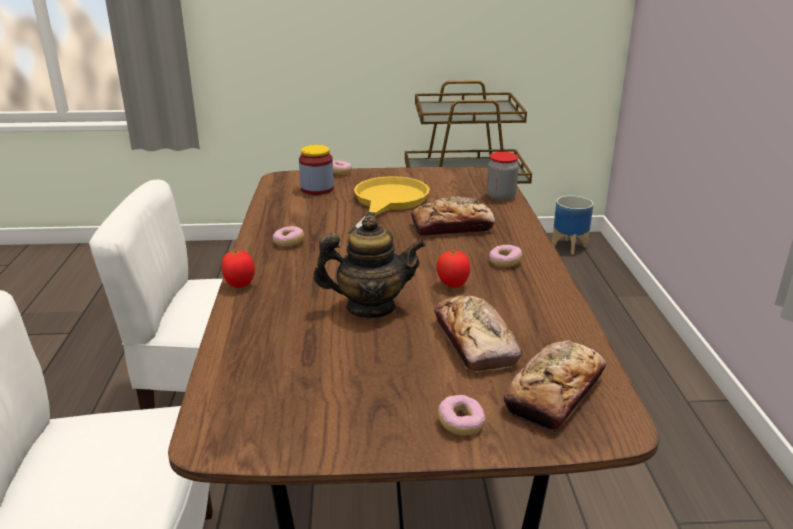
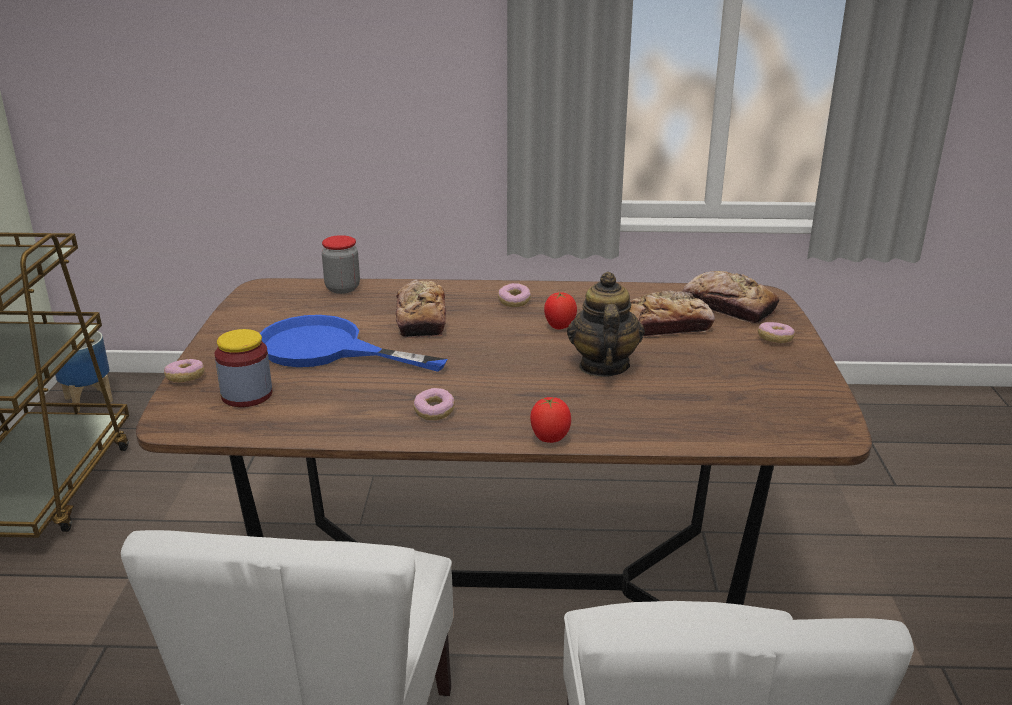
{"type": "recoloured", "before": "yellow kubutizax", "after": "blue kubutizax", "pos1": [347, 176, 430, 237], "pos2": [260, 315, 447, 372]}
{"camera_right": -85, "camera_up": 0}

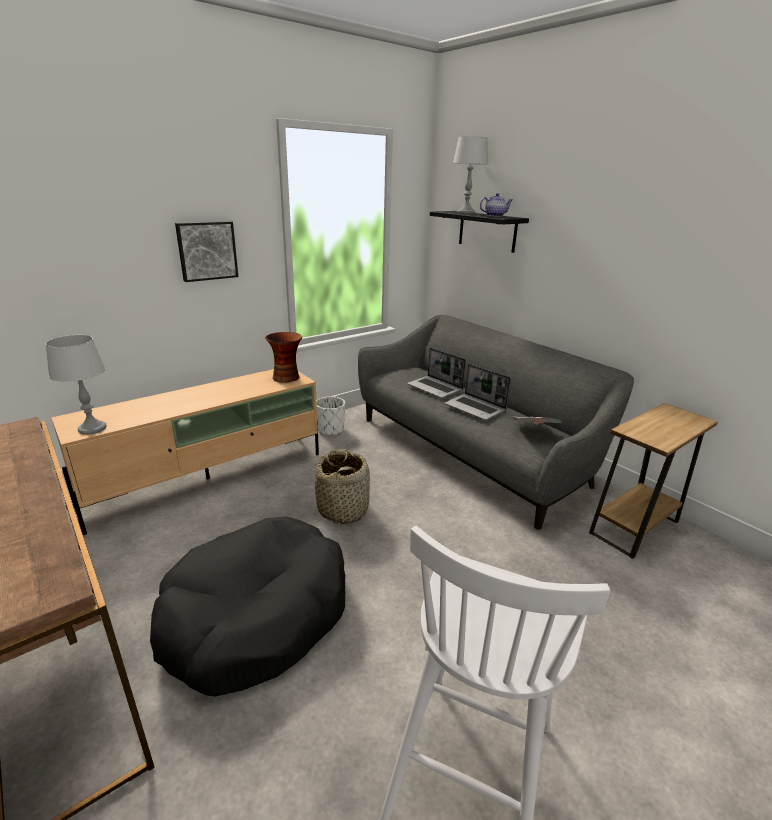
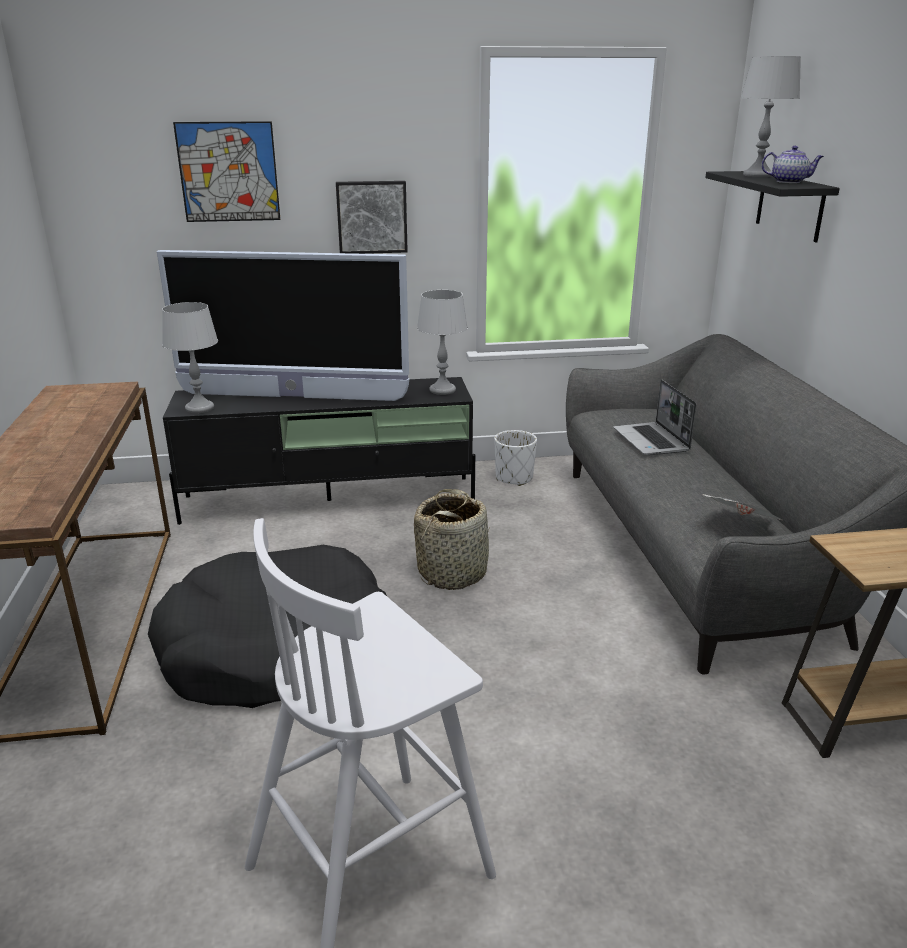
{"type": "added", "after": "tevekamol", "pos2": [157, 250, 409, 401]}
{"type": "recoloured", "before": "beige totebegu", "after": "black totebegu", "pos1": [51, 369, 319, 535], "pos2": [163, 377, 475, 525]}
{"type": "added", "after": "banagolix", "pos2": [173, 121, 280, 222]}
{"type": "replaced", "before": "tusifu", "after": "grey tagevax", "pos1": [265, 332, 302, 383], "pos2": [417, 290, 468, 395]}
{"type": "removed", "before": "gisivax", "pos1": [445, 364, 511, 420]}
{"camera_right": 30, "camera_up": 0}

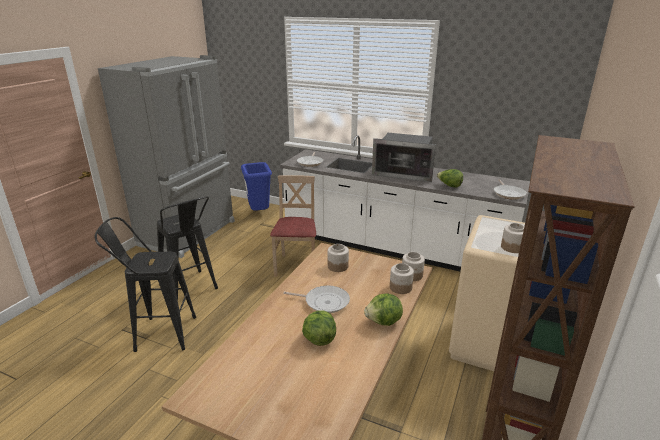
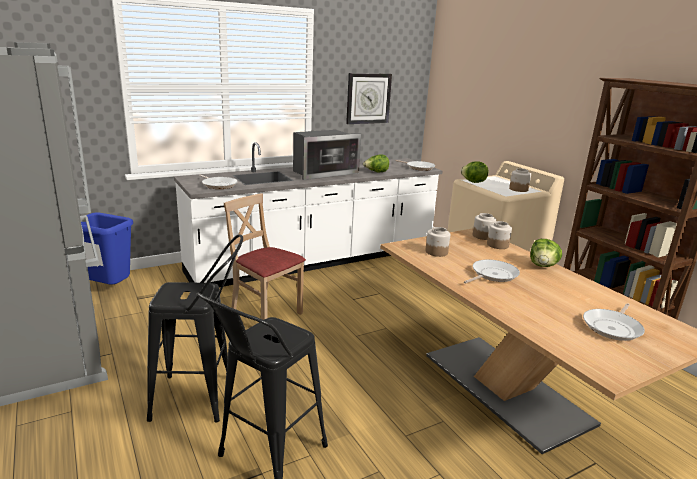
{"type": "added", "after": "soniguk", "pos2": [346, 73, 392, 124]}
{"type": "moved", "before": "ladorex", "pos1": [302, 311, 336, 346], "pos2": [461, 161, 489, 183]}
{"type": "added", "after": "kubutizax", "pos2": [583, 303, 645, 341]}
{"camera_right": -55, "camera_up": -5}

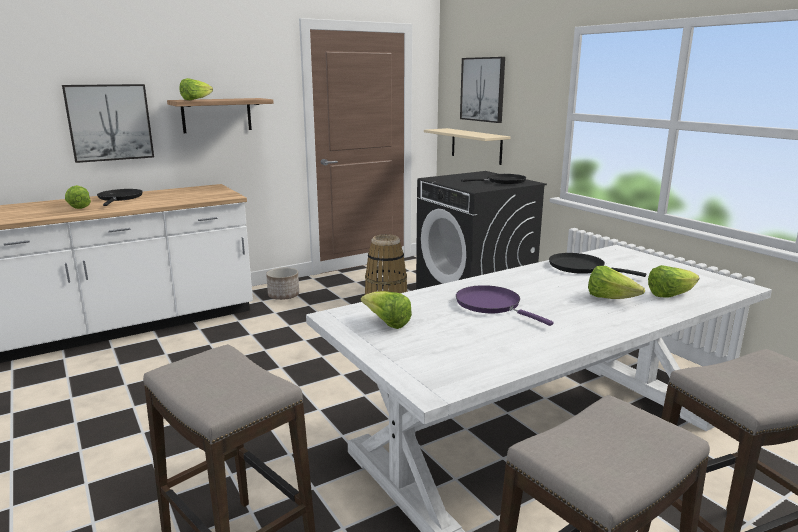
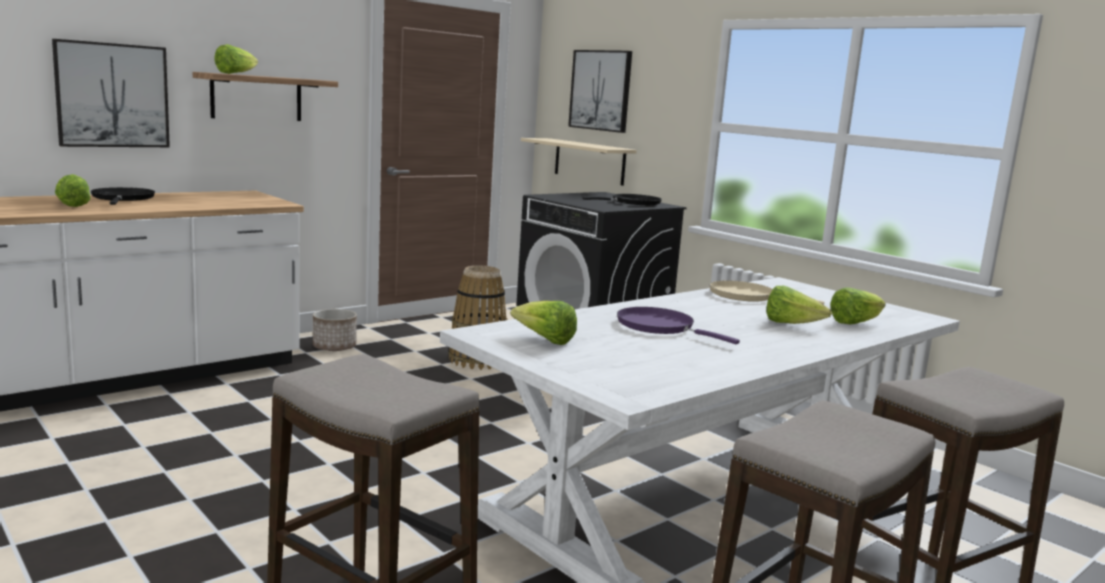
{"type": "recoloured", "before": "black kubutizax", "after": "beige kubutizax", "pos1": [549, 253, 646, 277], "pos2": [710, 281, 824, 305]}
{"camera_right": -10, "camera_up": -5}

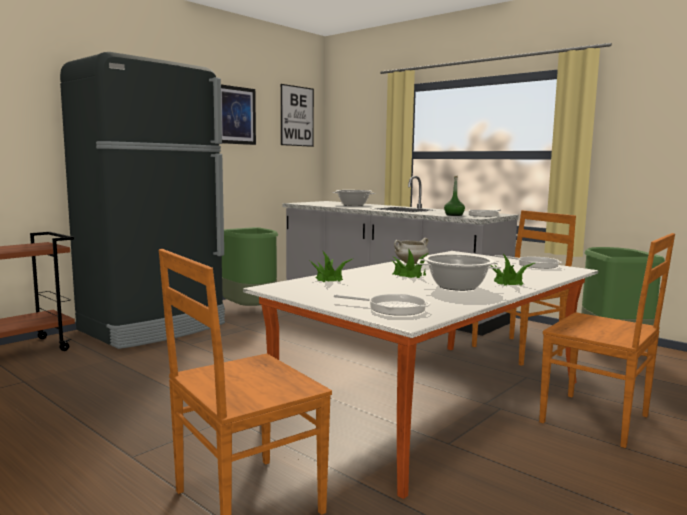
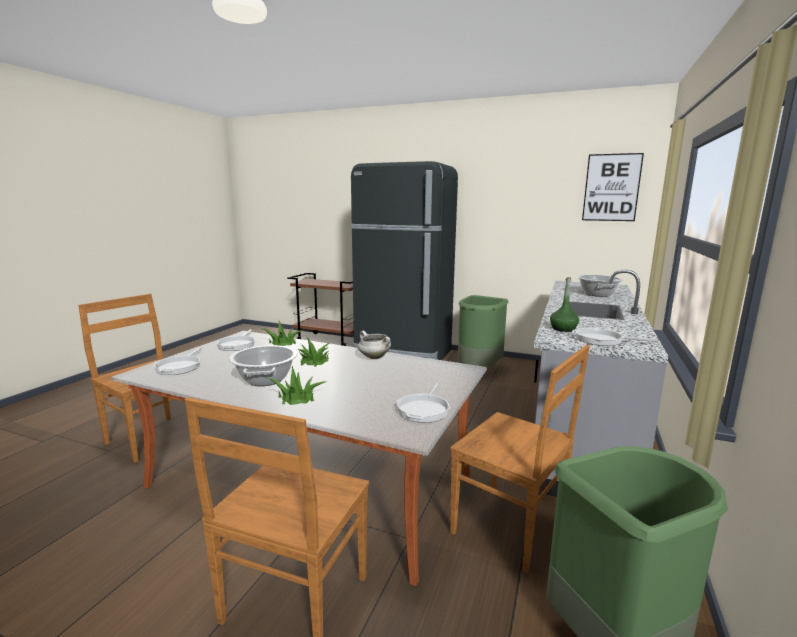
{"type": "added", "after": "kubutizax", "pos2": [217, 329, 255, 351]}
{"type": "removed", "before": "banagolix", "pos1": [221, 85, 256, 145]}
{"camera_right": 70, "camera_up": 5}

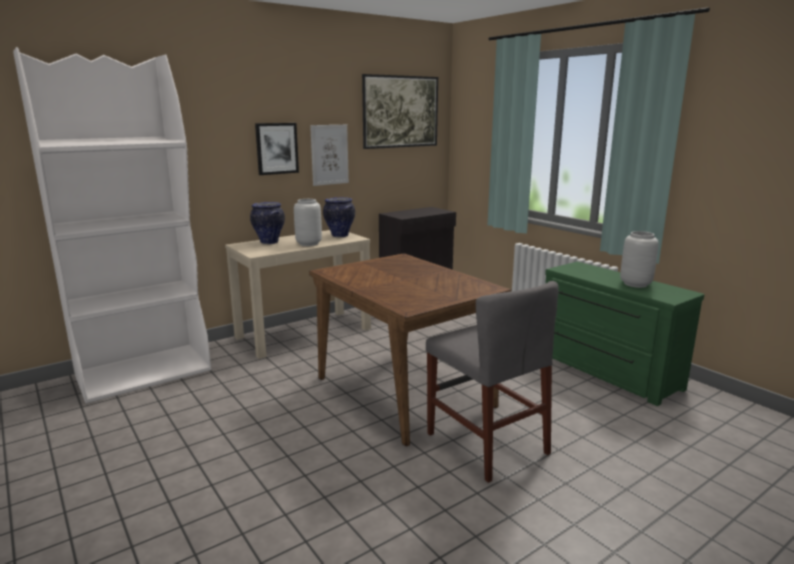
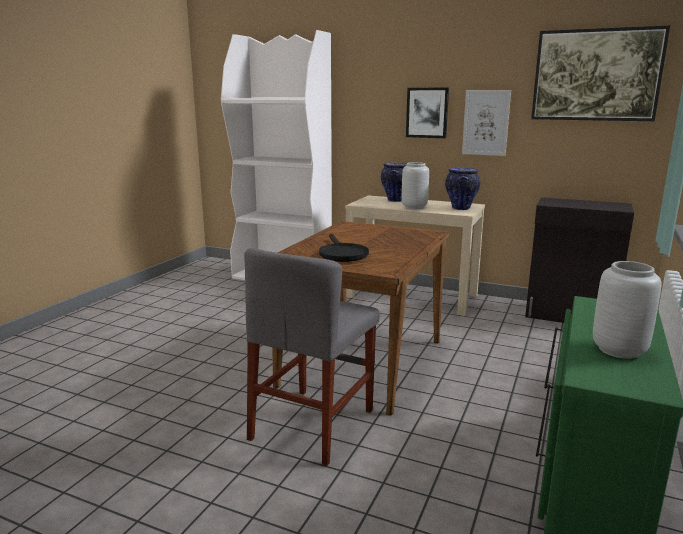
{"type": "added", "after": "black kubutizax", "pos2": [319, 234, 369, 262]}
{"camera_right": 60, "camera_up": 0}

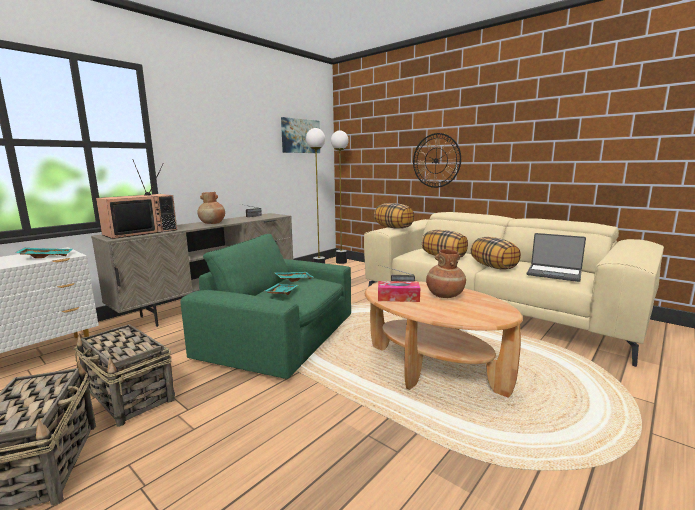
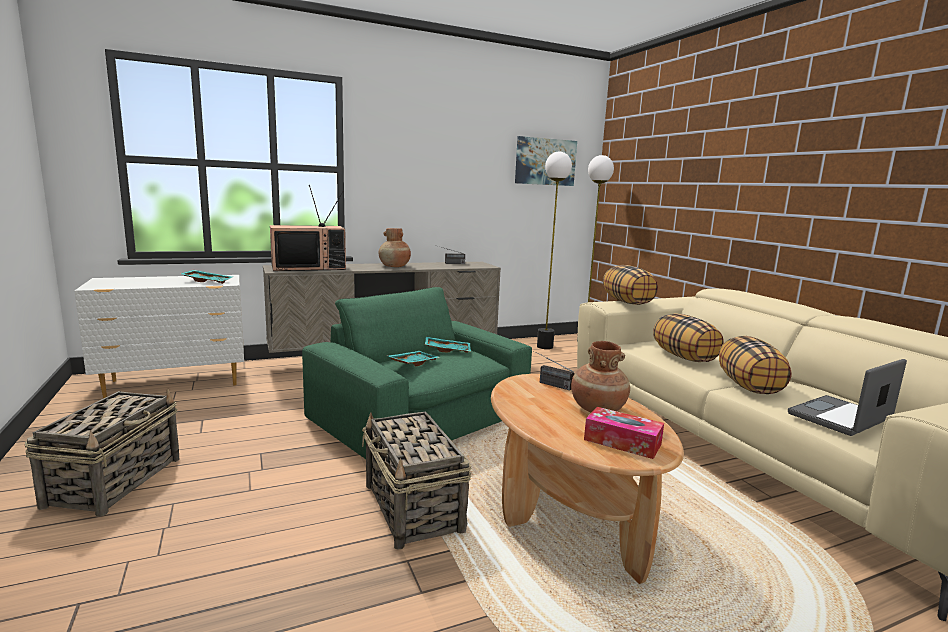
{"type": "moved", "before": "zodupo", "pos1": [74, 324, 175, 427], "pos2": [362, 412, 471, 550]}
{"type": "moved", "before": "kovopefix", "pos1": [378, 281, 420, 302], "pos2": [584, 407, 664, 459]}
{"type": "turned", "before": "gisivax", "pos1": [527, 233, 586, 282], "pos2": [788, 359, 907, 436], "turn": 90}
{"type": "removed", "before": "soniguk", "pos1": [413, 133, 461, 188]}
{"camera_right": 25, "camera_up": 0}

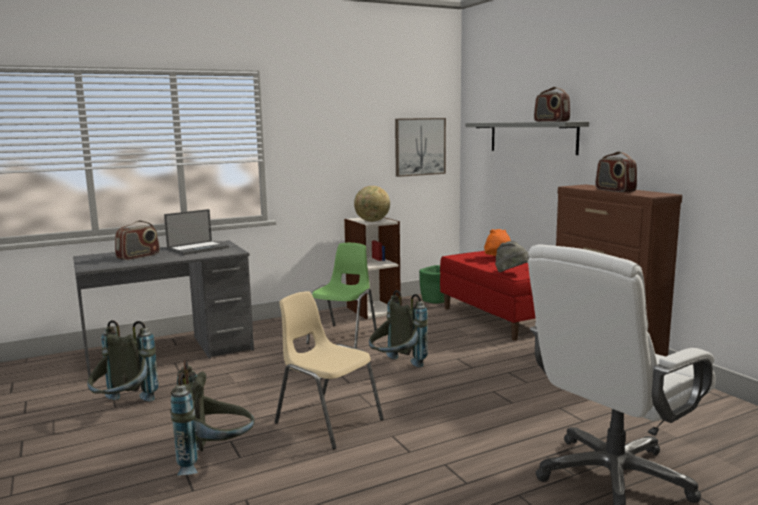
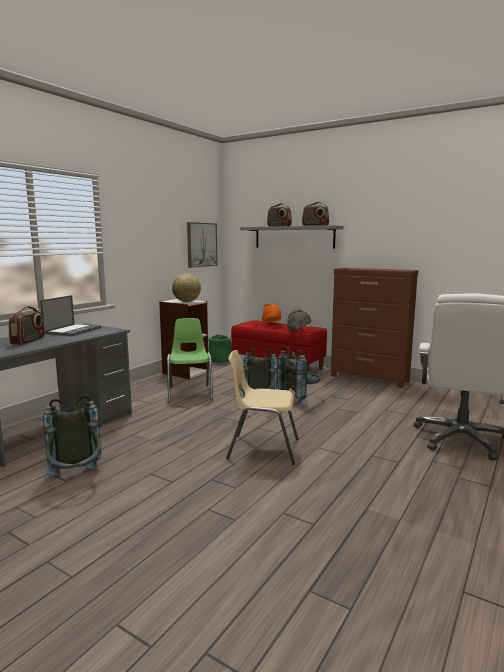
{"type": "moved", "before": "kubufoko", "pos1": [595, 152, 637, 192], "pos2": [267, 203, 292, 227]}
{"type": "moved", "before": "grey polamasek", "pos1": [170, 360, 255, 475], "pos2": [278, 347, 321, 405]}
{"camera_right": -30, "camera_up": 0}

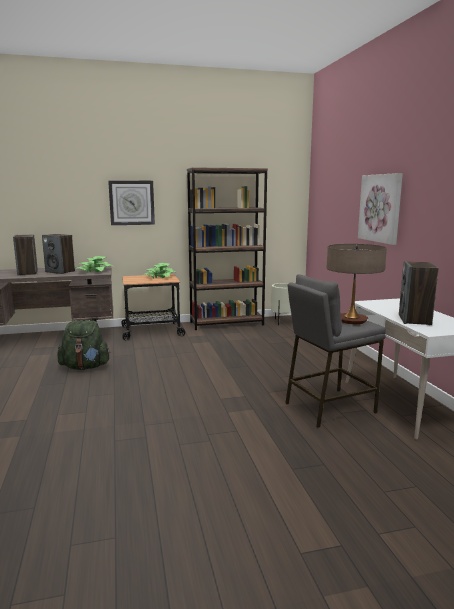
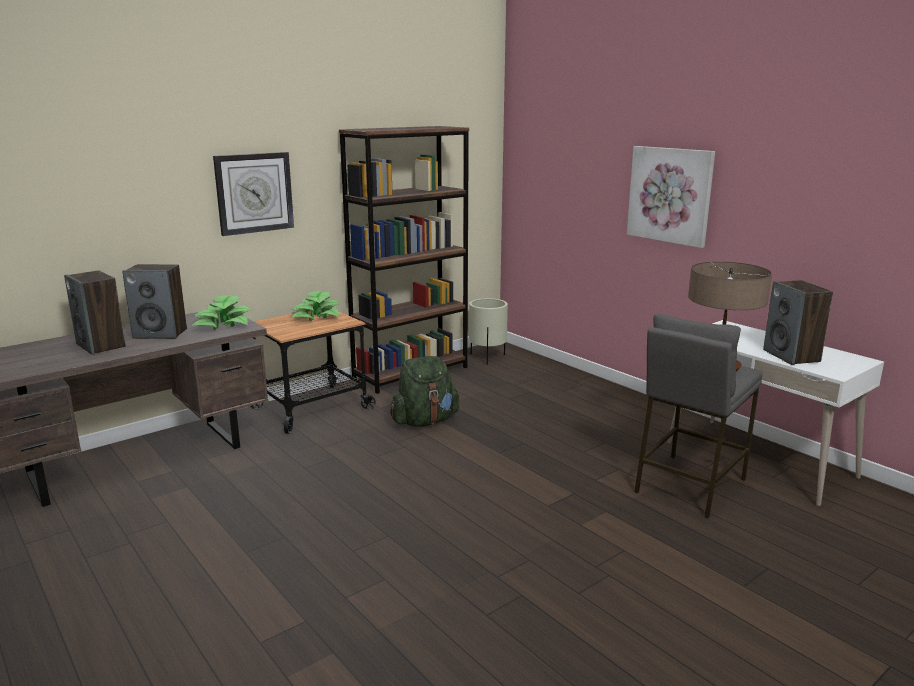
{"type": "moved", "before": "green polamasek", "pos1": [57, 320, 110, 370], "pos2": [390, 356, 459, 427]}
{"camera_right": -25, "camera_up": 5}

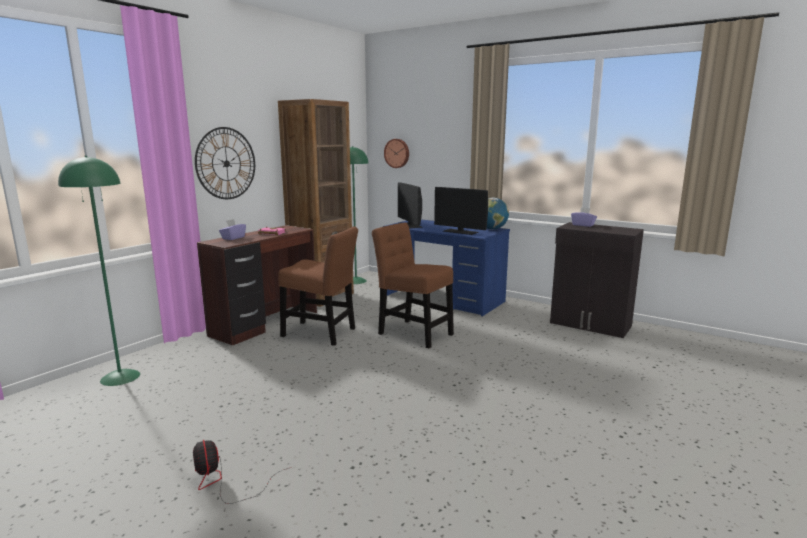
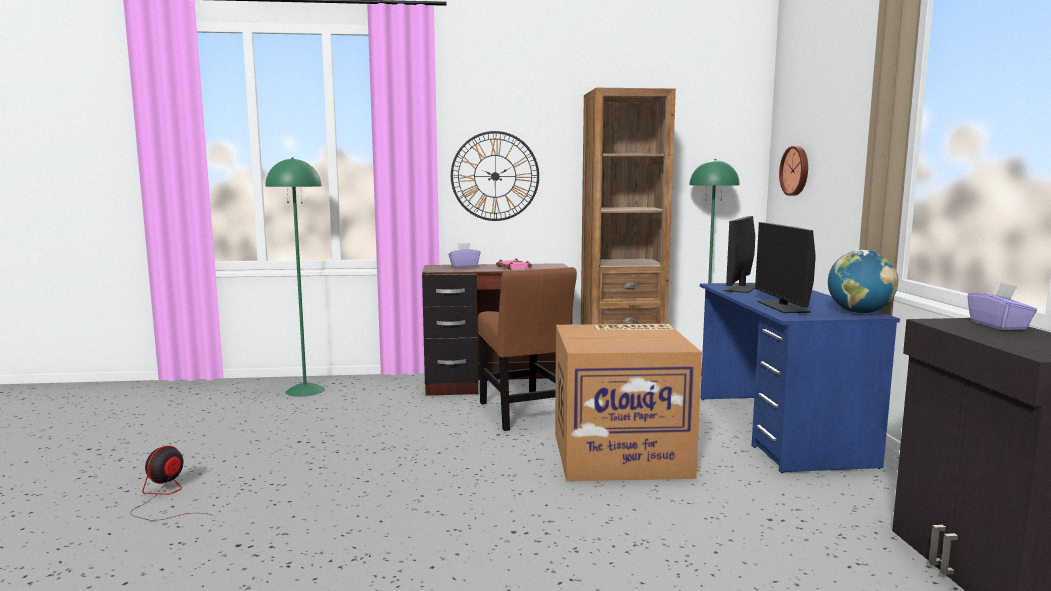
{"type": "replaced", "before": "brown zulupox", "after": "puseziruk", "pos1": [372, 222, 454, 348], "pos2": [555, 324, 702, 481]}
{"camera_right": 50, "camera_up": -5}

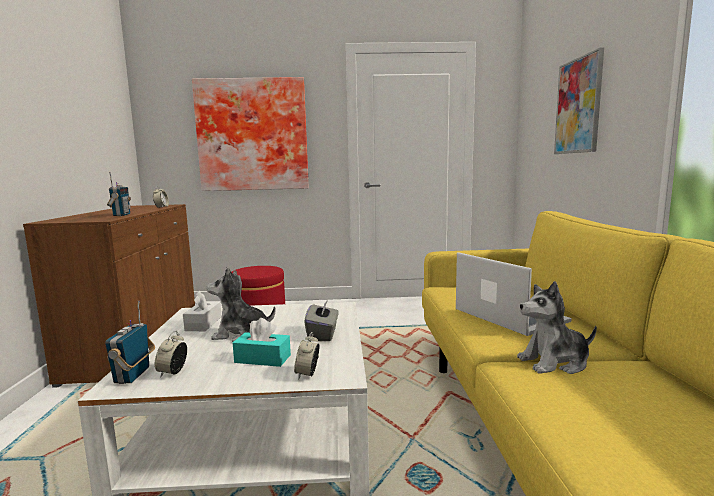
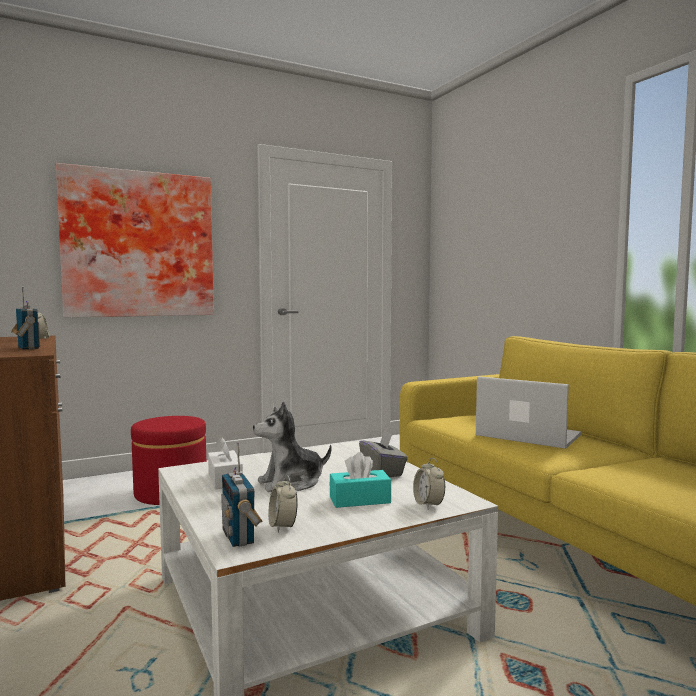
{"type": "removed", "before": "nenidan", "pos1": [517, 281, 597, 374]}
{"type": "removed", "before": "banagolix", "pos1": [554, 48, 604, 154]}
{"camera_right": -25, "camera_up": -5}

